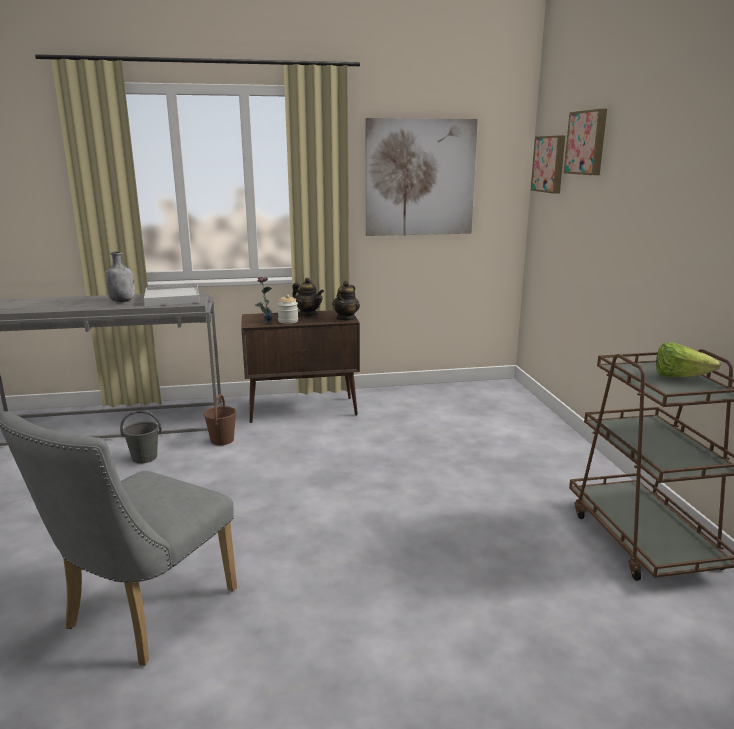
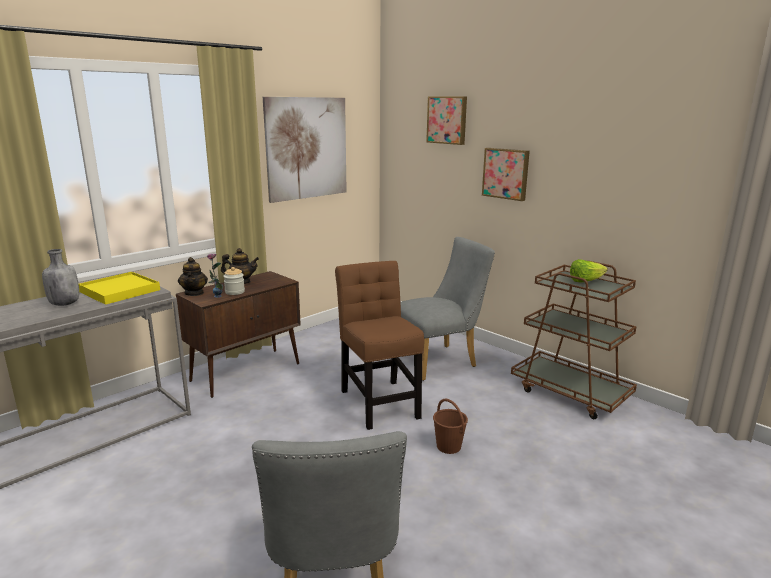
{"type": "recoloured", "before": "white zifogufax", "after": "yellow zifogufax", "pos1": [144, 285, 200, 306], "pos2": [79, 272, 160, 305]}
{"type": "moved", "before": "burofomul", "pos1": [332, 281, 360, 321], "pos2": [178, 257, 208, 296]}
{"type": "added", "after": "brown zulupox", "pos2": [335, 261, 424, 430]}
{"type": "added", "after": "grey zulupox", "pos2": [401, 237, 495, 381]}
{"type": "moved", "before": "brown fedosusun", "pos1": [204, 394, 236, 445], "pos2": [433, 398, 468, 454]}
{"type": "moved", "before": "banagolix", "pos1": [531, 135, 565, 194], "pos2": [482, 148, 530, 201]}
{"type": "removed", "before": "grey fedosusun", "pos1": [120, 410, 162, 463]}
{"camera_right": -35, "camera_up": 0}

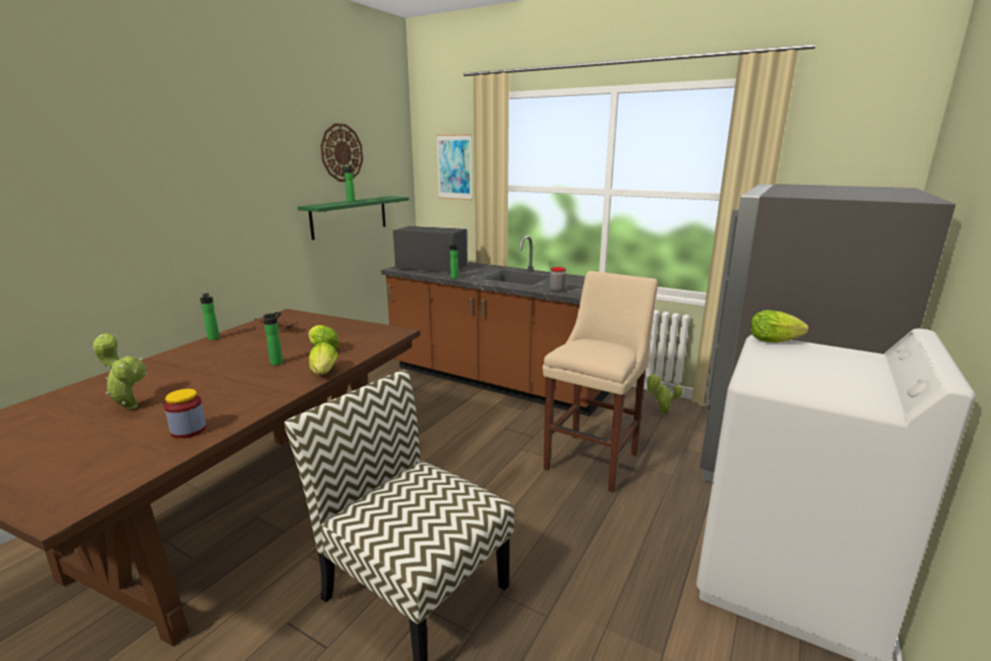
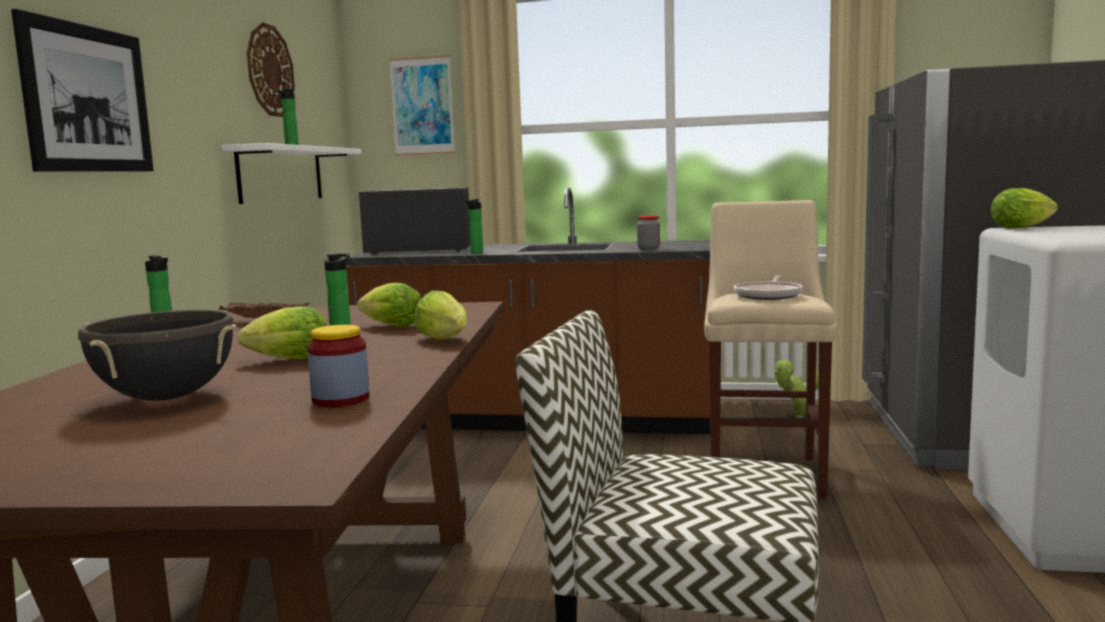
{"type": "added", "after": "banagolix", "pos2": [11, 9, 154, 172]}
{"type": "replaced", "before": "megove", "after": "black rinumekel", "pos1": [92, 333, 147, 409], "pos2": [78, 310, 237, 401]}
{"type": "recoloured", "before": "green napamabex", "after": "white napamabex", "pos1": [298, 196, 409, 240], "pos2": [222, 143, 362, 204]}
{"type": "added", "after": "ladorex", "pos2": [238, 306, 327, 359]}
{"type": "added", "after": "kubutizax", "pos2": [734, 275, 803, 300]}
{"camera_right": -20, "camera_up": -10}

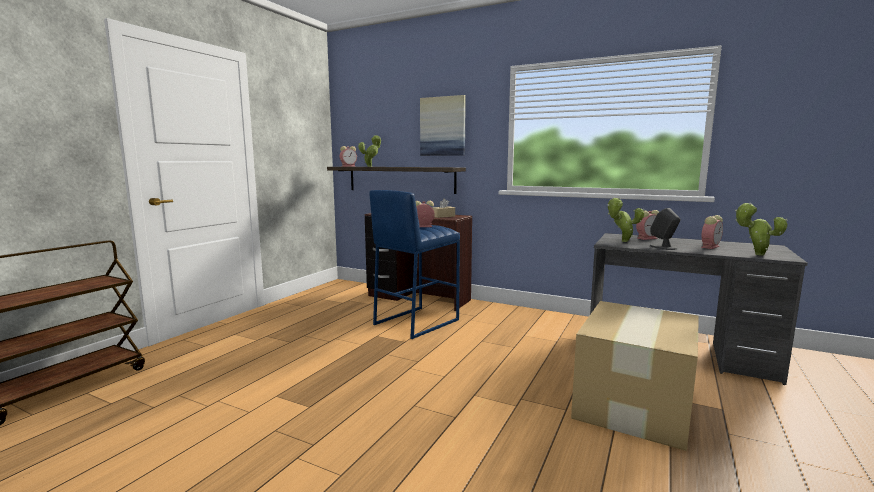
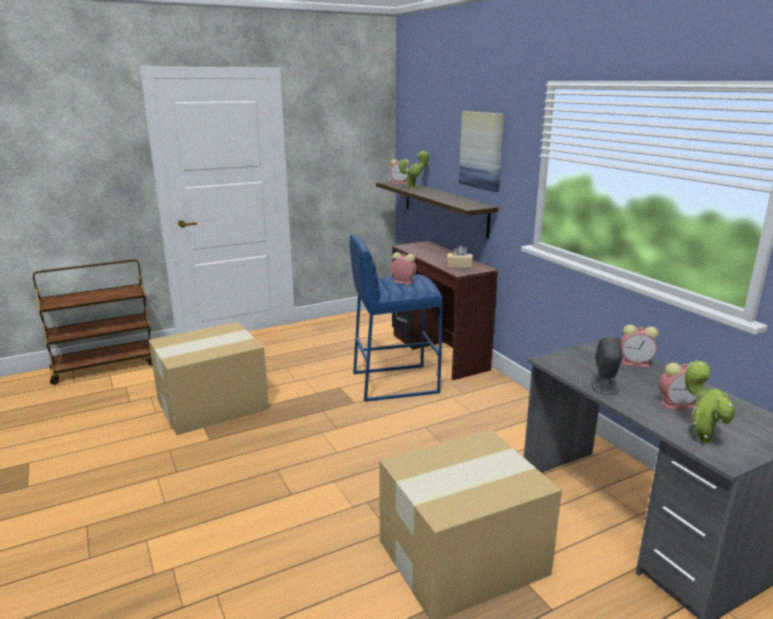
{"type": "added", "after": "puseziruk", "pos2": [149, 322, 269, 435]}
{"type": "removed", "before": "megove", "pos1": [607, 198, 645, 242]}
{"camera_right": 35, "camera_up": 10}

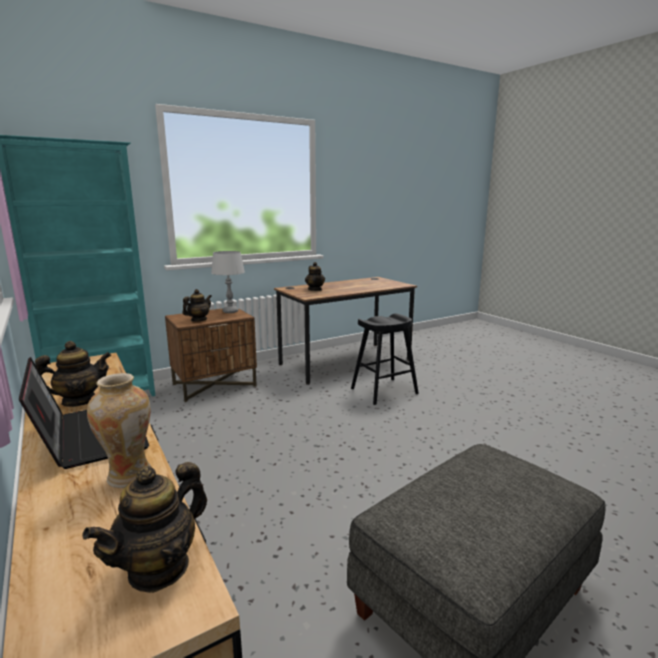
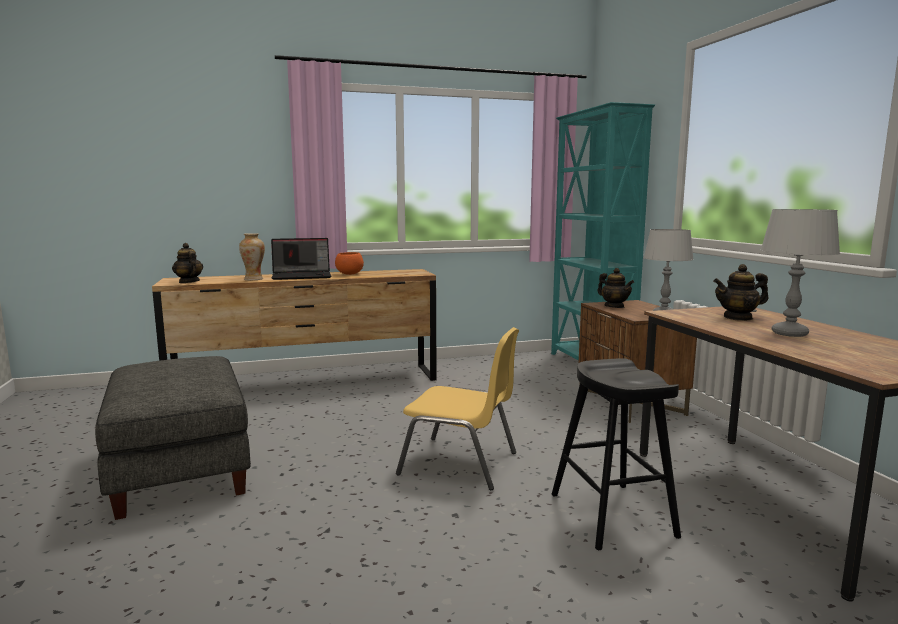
{"type": "replaced", "before": "burofomul", "after": "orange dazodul", "pos1": [35, 341, 111, 407], "pos2": [335, 252, 364, 275]}
{"type": "added", "after": "yellow zulupox", "pos2": [396, 327, 519, 490]}
{"type": "added", "after": "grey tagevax", "pos2": [760, 209, 840, 337]}
{"camera_right": 105, "camera_up": -5}

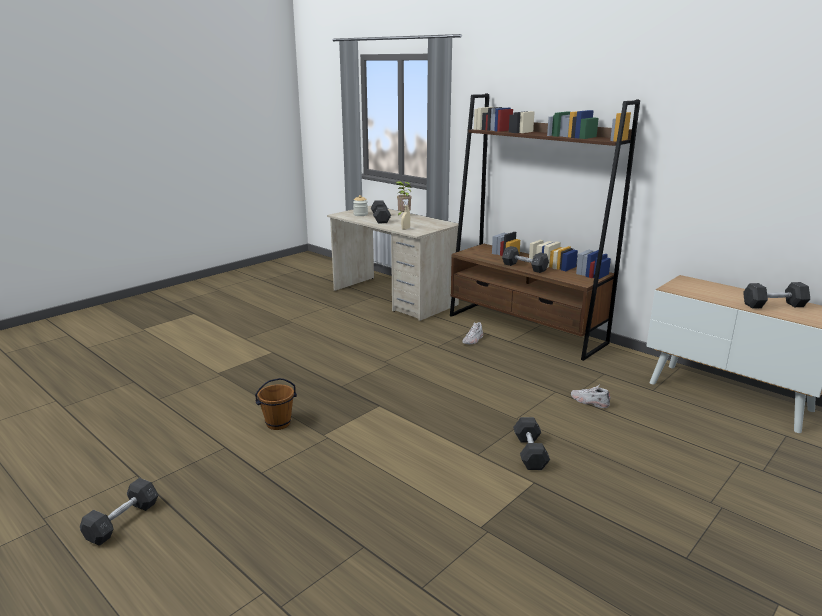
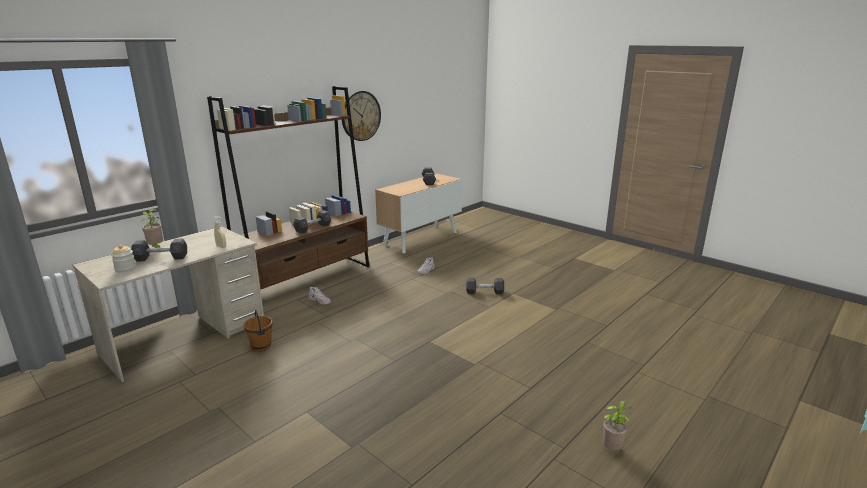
{"type": "moved", "before": "brown fedosusun", "pos1": [255, 378, 297, 430], "pos2": [244, 310, 273, 351]}
{"type": "added", "after": "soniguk", "pos2": [342, 91, 381, 141]}
{"type": "replaced", "before": "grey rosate", "after": "megove", "pos1": [80, 478, 158, 546], "pos2": [603, 400, 631, 450]}
{"camera_right": -90, "camera_up": 0}

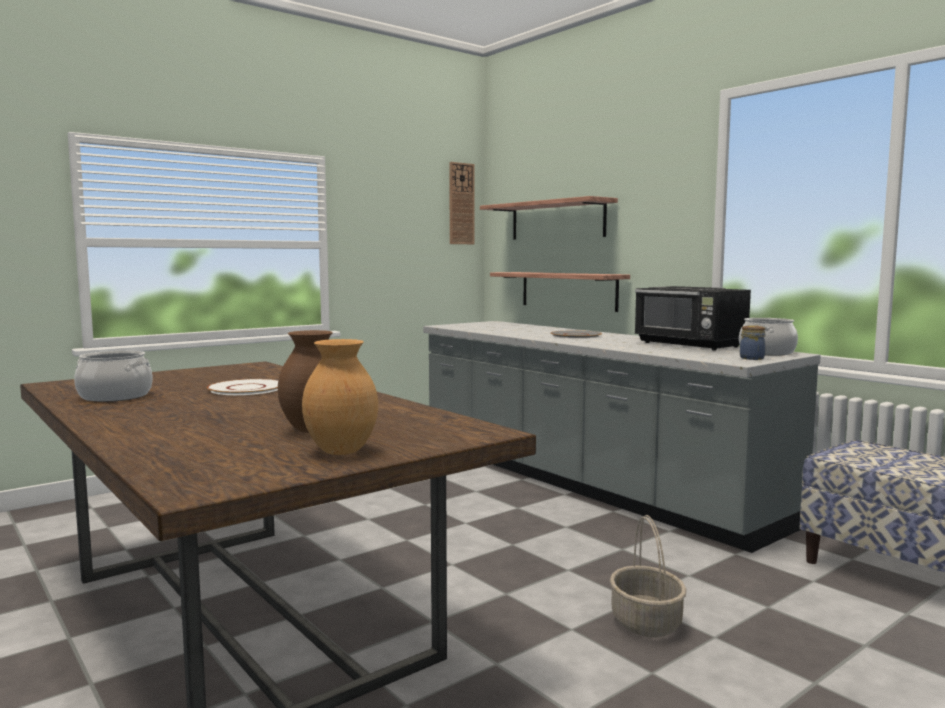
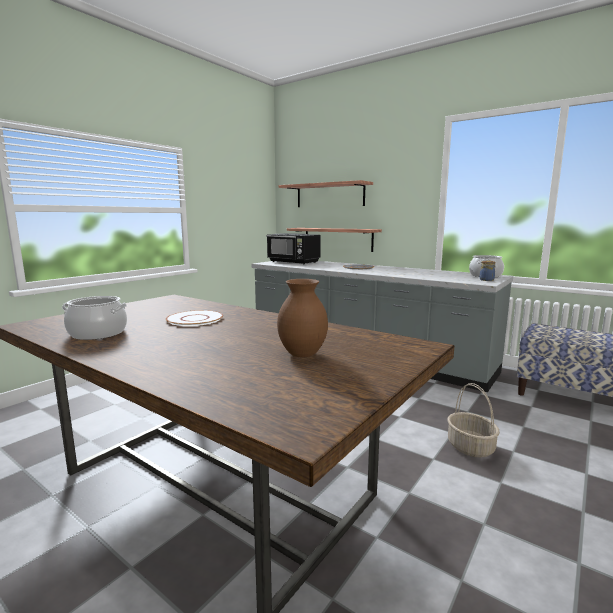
{"type": "moved", "before": "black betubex", "pos1": [635, 286, 751, 350], "pos2": [266, 233, 321, 264]}
{"type": "removed", "before": "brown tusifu", "pos1": [302, 339, 378, 455]}
{"type": "removed", "before": "soniguk", "pos1": [449, 162, 475, 244]}
{"camera_right": -15, "camera_up": 5}

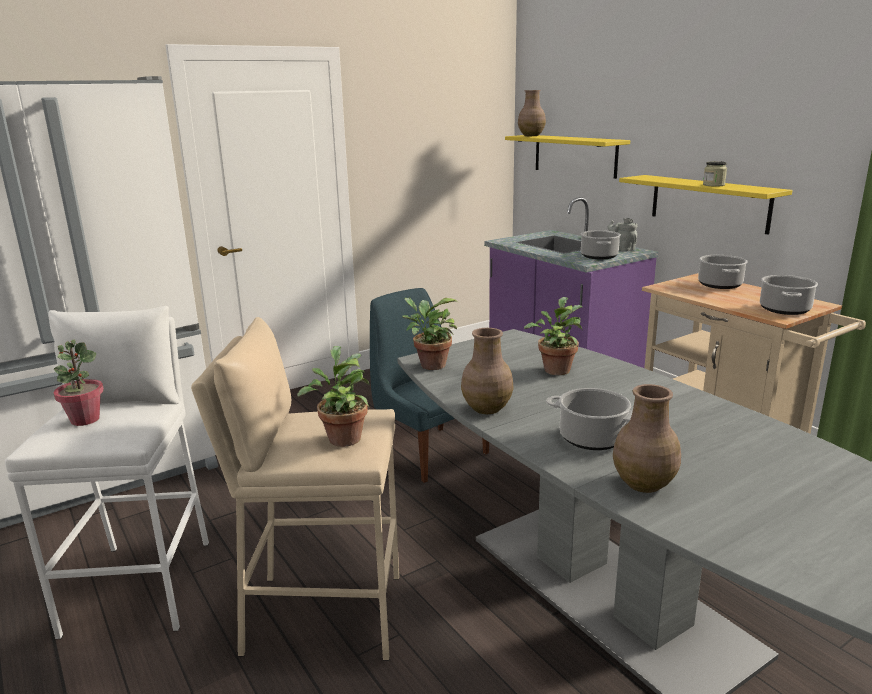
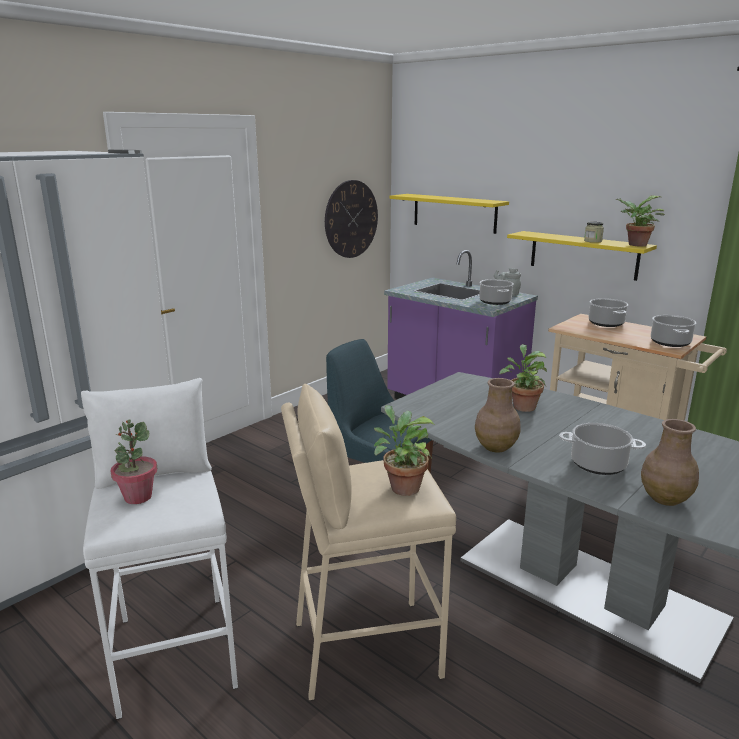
{"type": "added", "after": "soniguk", "pos2": [325, 180, 378, 258]}
{"type": "moved", "before": "megove", "pos1": [402, 297, 458, 370], "pos2": [615, 196, 665, 246]}
{"type": "removed", "before": "brown tusifu", "pos1": [518, 90, 546, 136]}
{"camera_right": -15, "camera_up": 0}

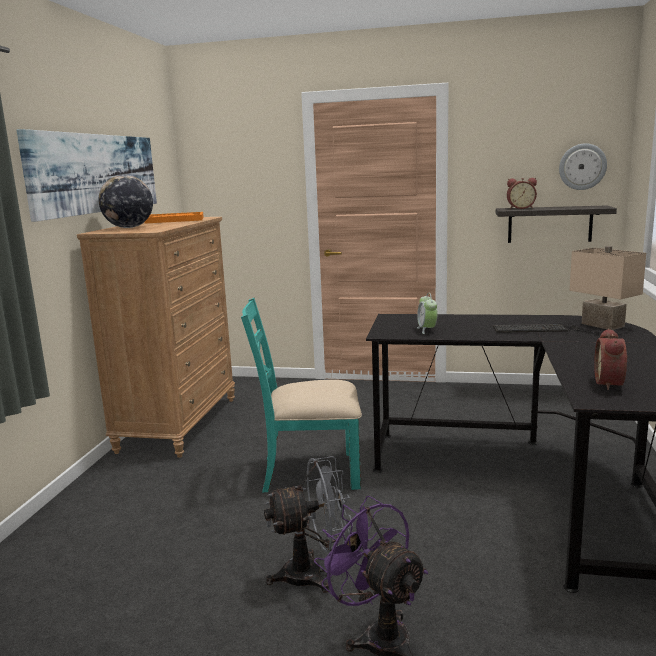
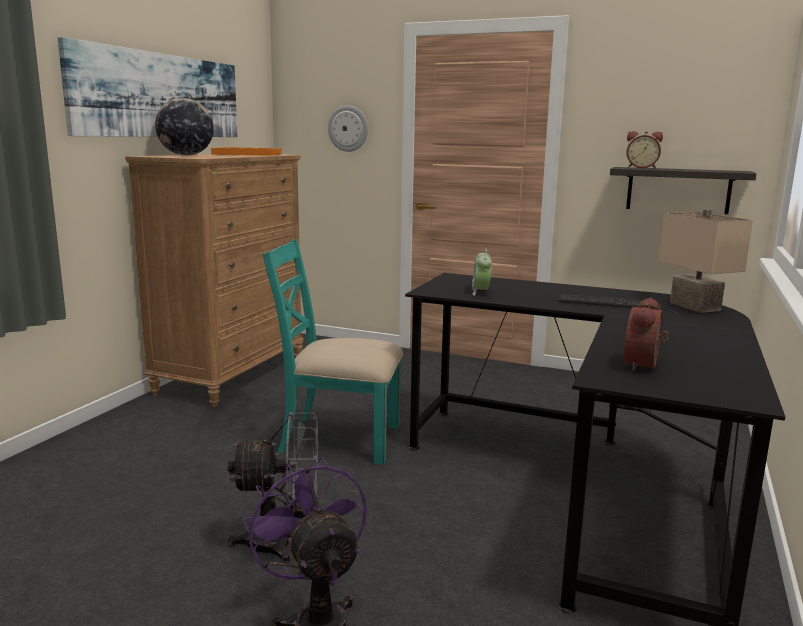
{"type": "moved", "before": "soniguk", "pos1": [559, 143, 607, 190], "pos2": [328, 105, 368, 152]}
{"camera_right": 10, "camera_up": 0}

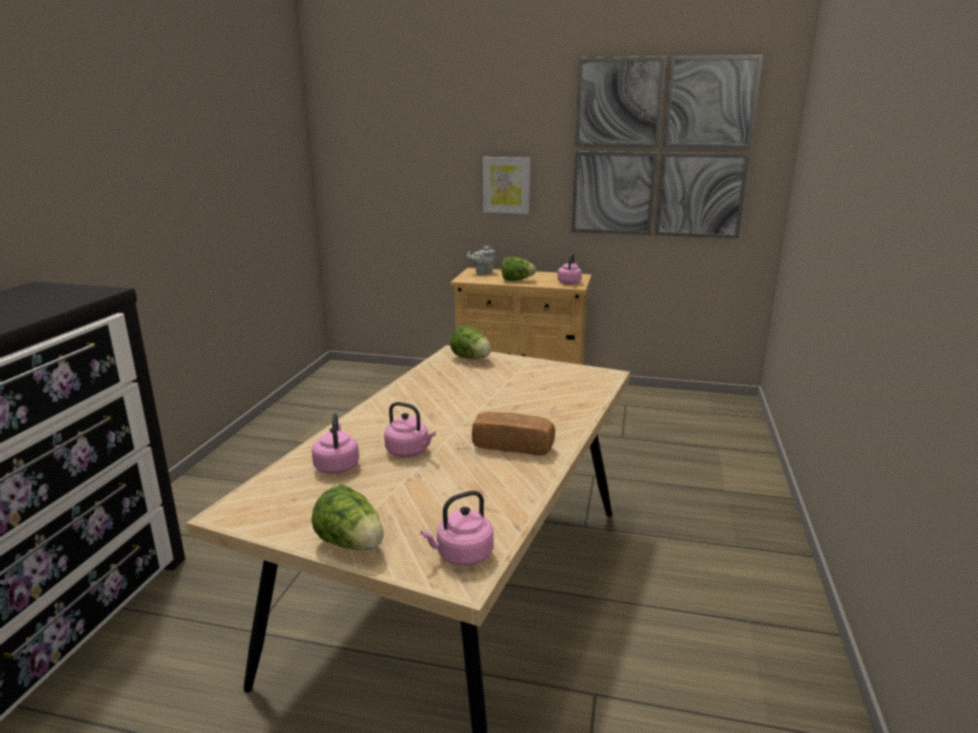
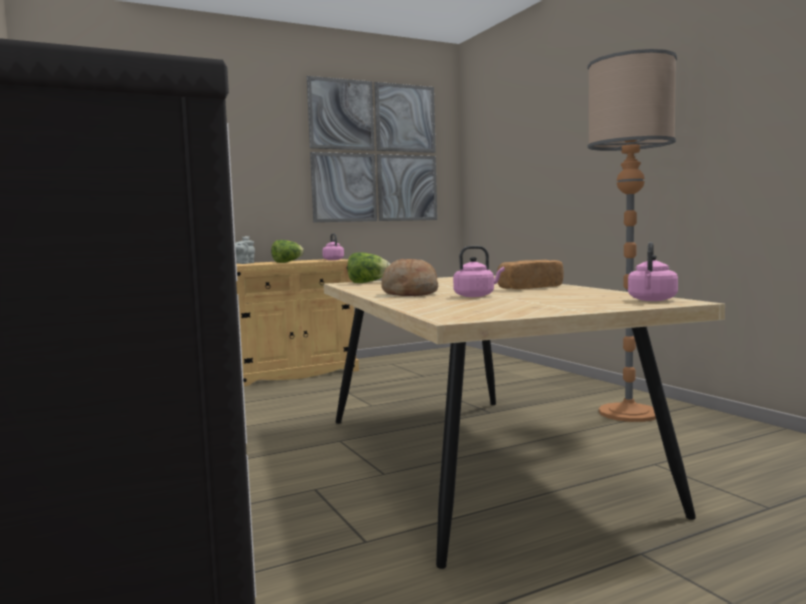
{"type": "added", "after": "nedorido", "pos2": [381, 259, 438, 296]}
{"type": "added", "after": "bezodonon", "pos2": [587, 49, 677, 422]}
{"type": "removed", "before": "ladorex", "pos1": [311, 485, 384, 550]}
{"type": "removed", "before": "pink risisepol", "pos1": [312, 413, 359, 474]}
{"type": "removed", "before": "banagolix", "pos1": [483, 157, 530, 214]}
{"camera_right": -40, "camera_up": -15}

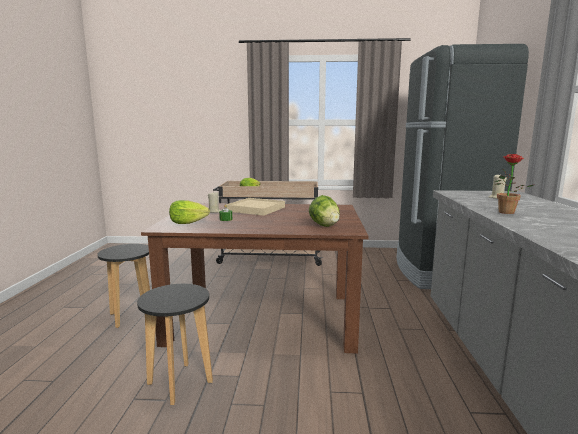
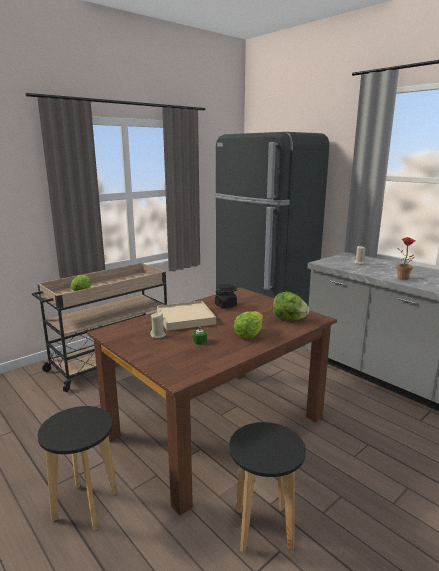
{"type": "added", "after": "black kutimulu", "pos2": [215, 284, 237, 309]}
{"type": "moved", "before": "ladorex", "pos1": [169, 200, 210, 224], "pos2": [234, 311, 263, 339]}
{"camera_right": -45, "camera_up": 5}

